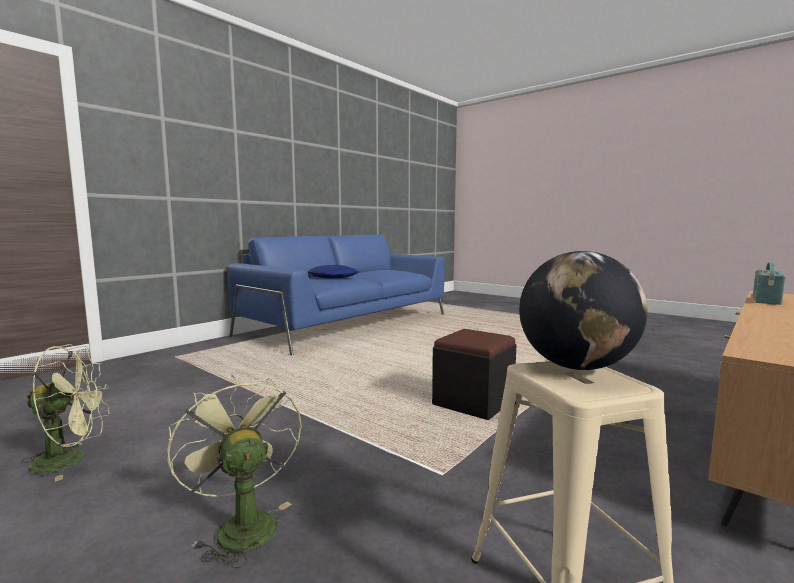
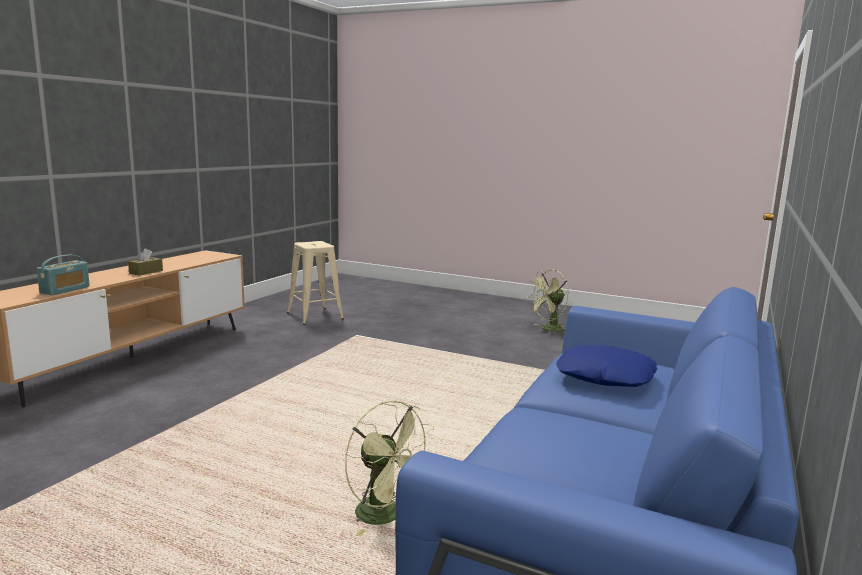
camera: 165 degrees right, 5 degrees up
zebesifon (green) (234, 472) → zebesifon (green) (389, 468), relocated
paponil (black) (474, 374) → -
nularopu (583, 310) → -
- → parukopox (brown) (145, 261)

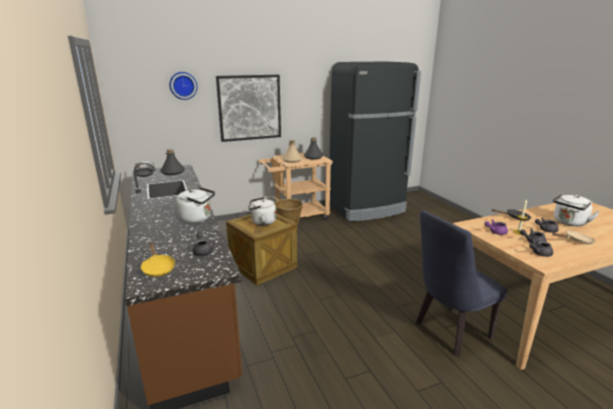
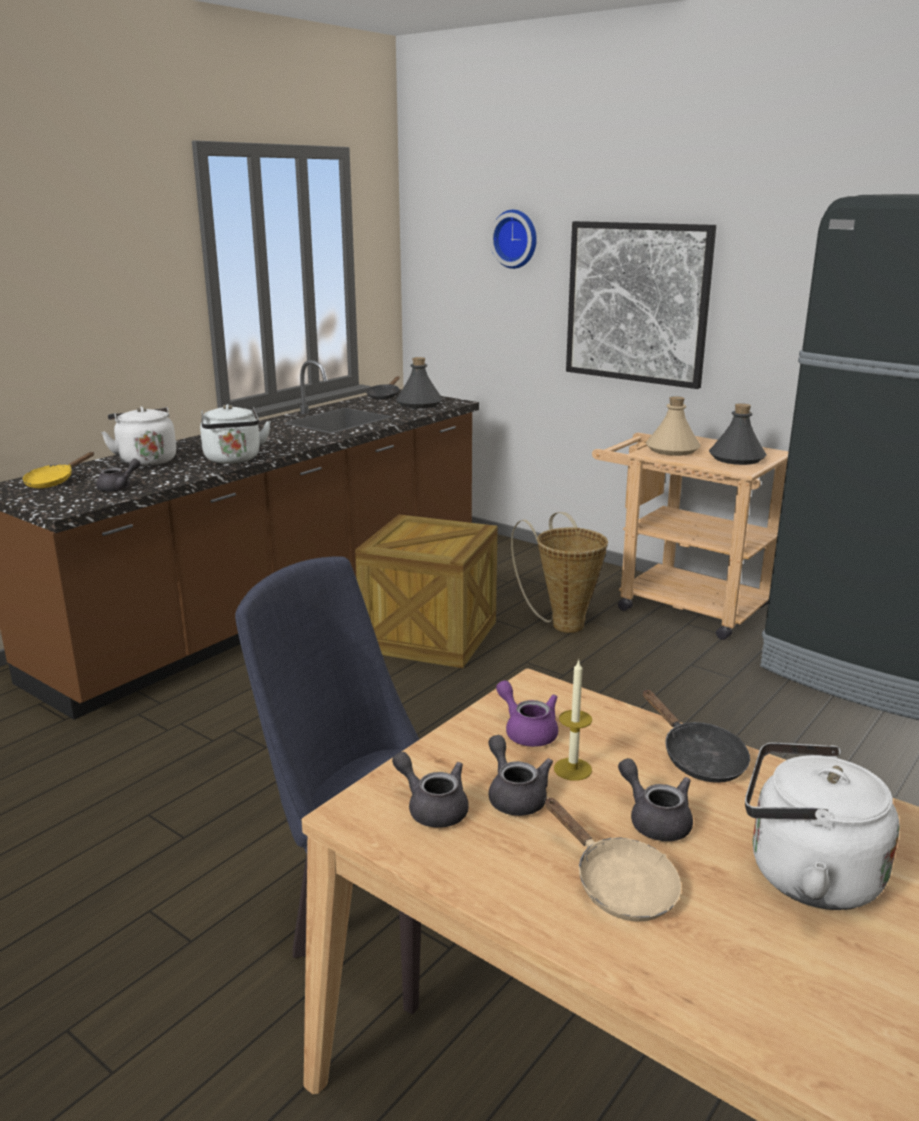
camera: 60 degrees right, 0 degrees up
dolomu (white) (262, 211) → dolomu (white) (138, 437), relocated

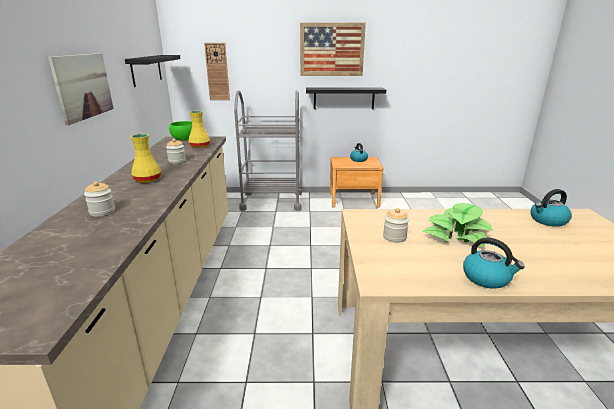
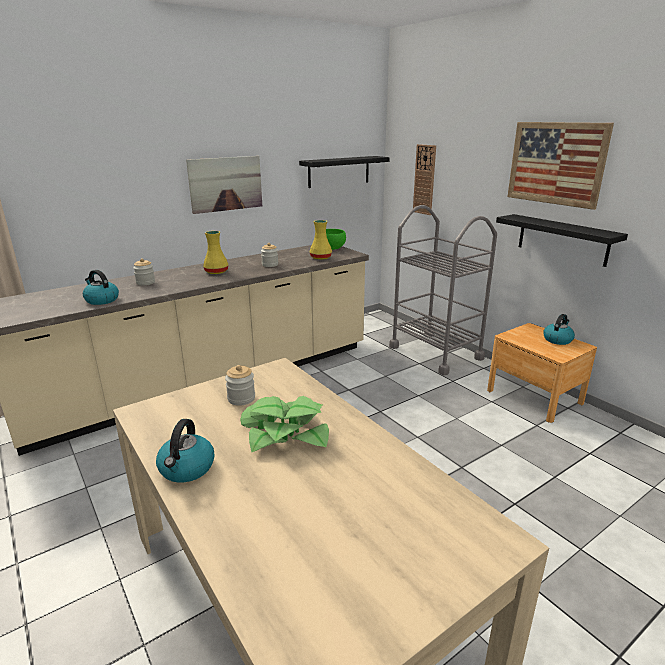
camera: 55 degrees right, 0 degrees up
dolomu (551, 208) → dolomu (101, 287), relocated

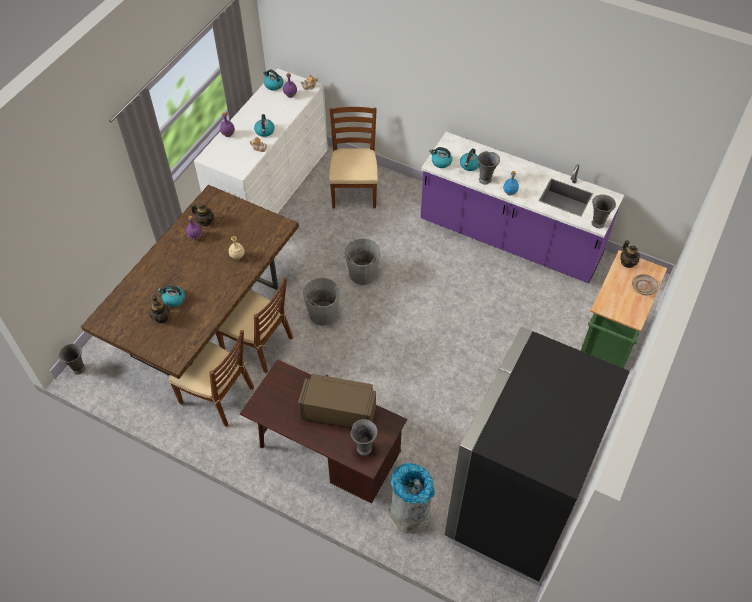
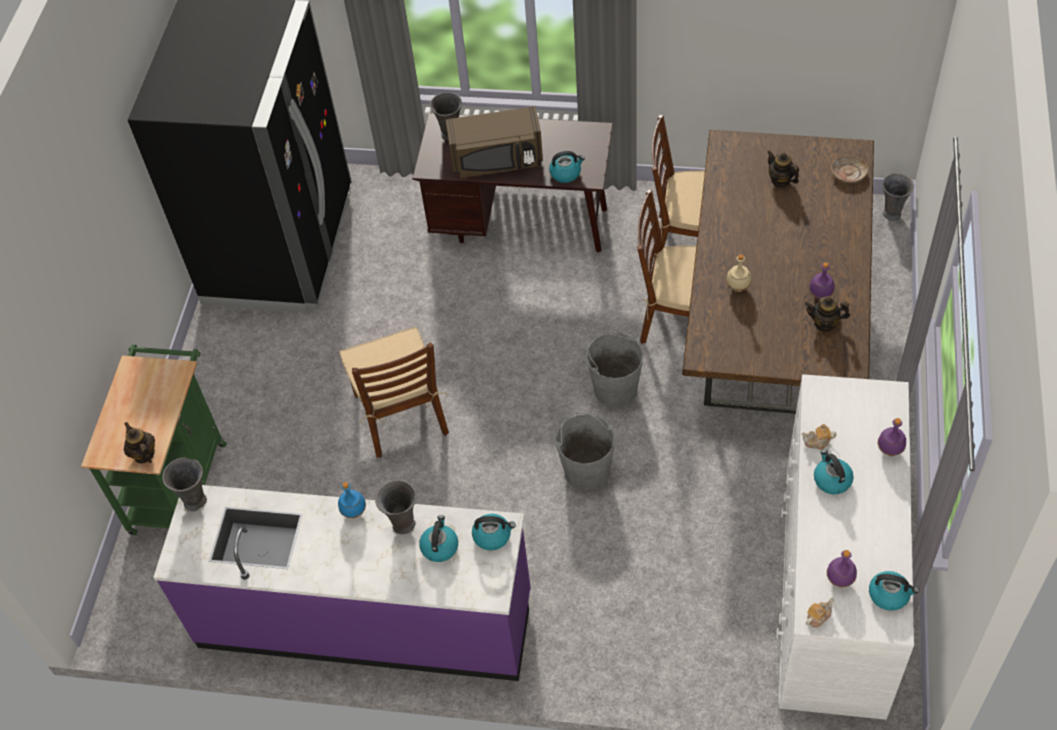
camera: 165 degrees right, 0 degrees up
dolomu (171, 296) → dolomu (567, 167), relocated
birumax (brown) (354, 158) → birumax (brown) (394, 392), relocated
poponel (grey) (411, 498) → -
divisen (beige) (645, 284) → divisen (beige) (849, 169), relocated

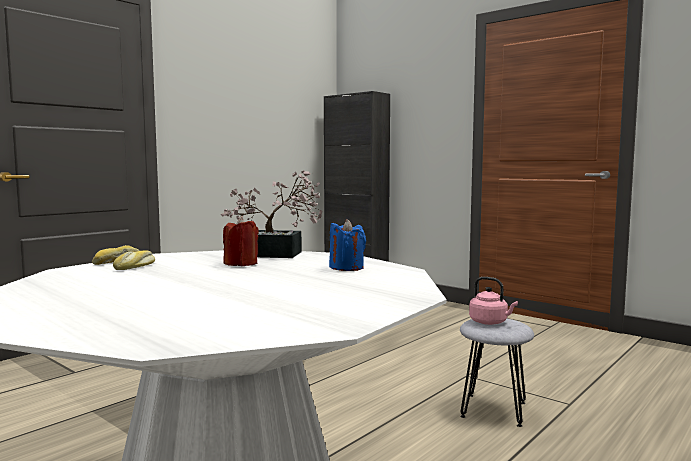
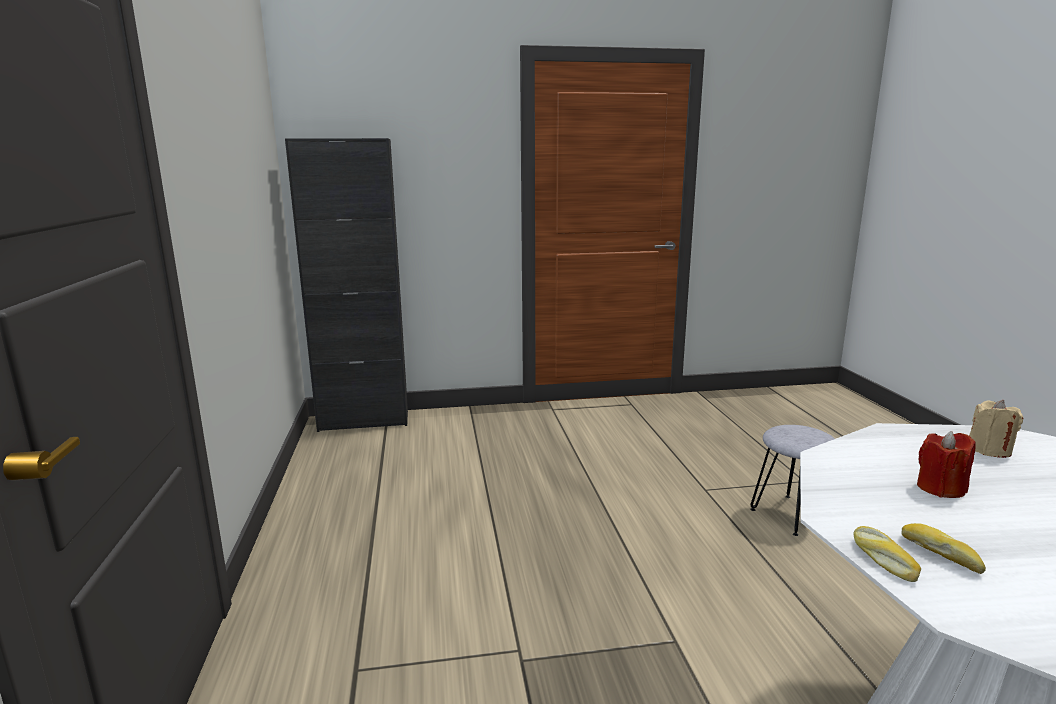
camera: 50 degrees left, 10 degrees up
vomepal (271, 214) → -
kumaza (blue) (347, 245) → kumaza (beige) (996, 429)
dolomu (pink) (493, 301) → -

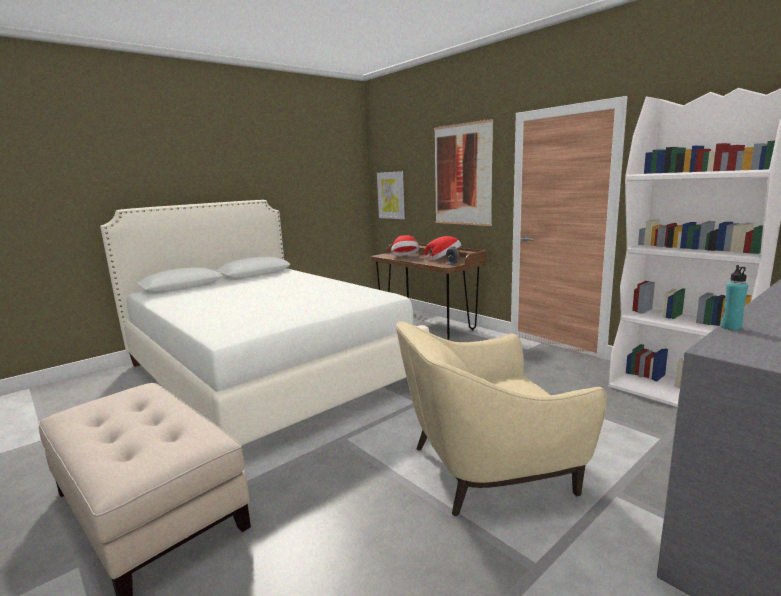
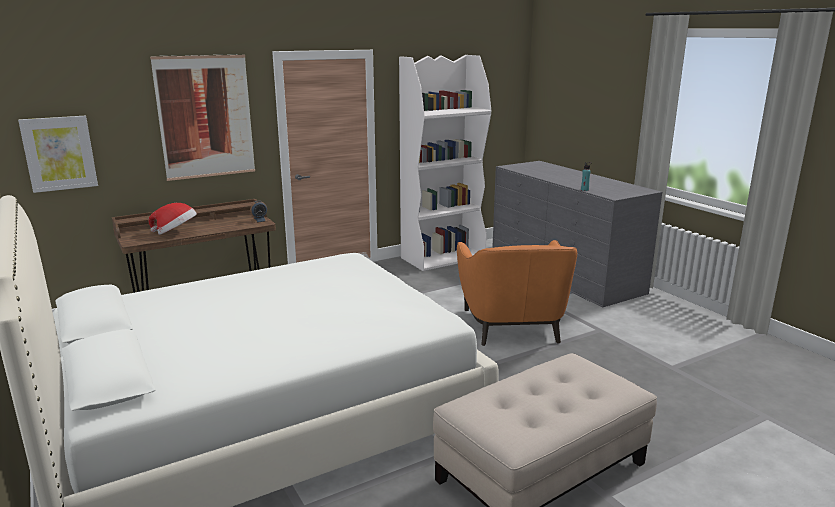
camera: 80 degrees left, 5 degrees up
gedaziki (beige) (501, 419) → gedaziki (orange) (517, 293)
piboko (443, 248) → -

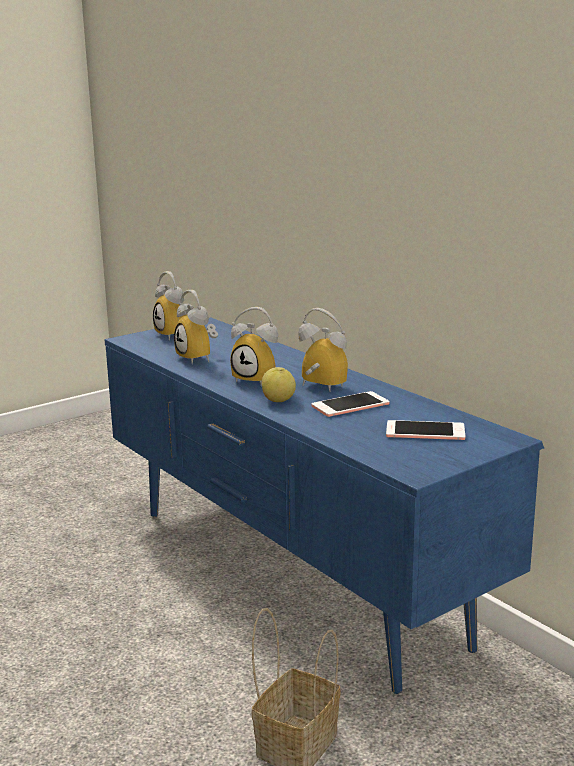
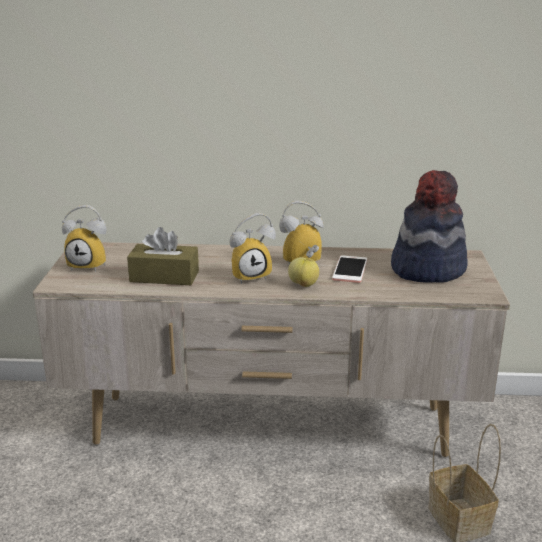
camera: 50 degrees left, 5 degrees up
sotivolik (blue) (324, 505) → sotivolik (beige) (271, 349)
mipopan (196, 327) → parukopox (brown) (163, 256)
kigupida (425, 430) → piboko (429, 226)

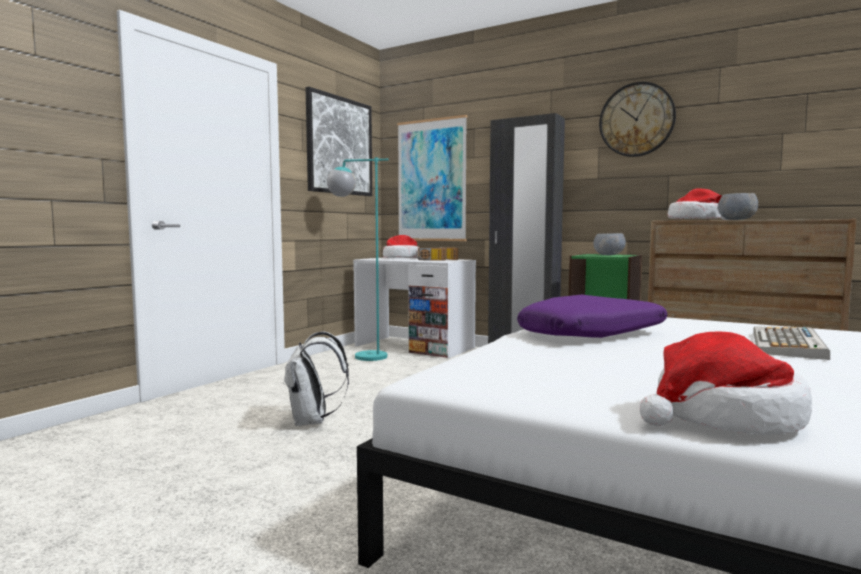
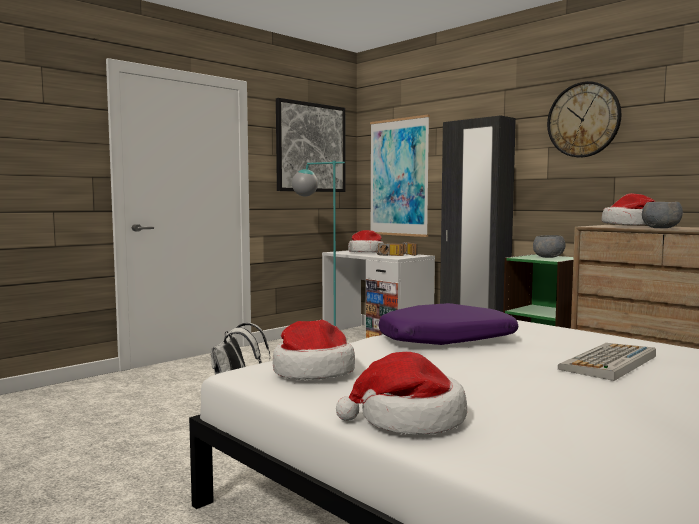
camera: 15 degrees right, 0 degrees up
- → piboko (314, 349)

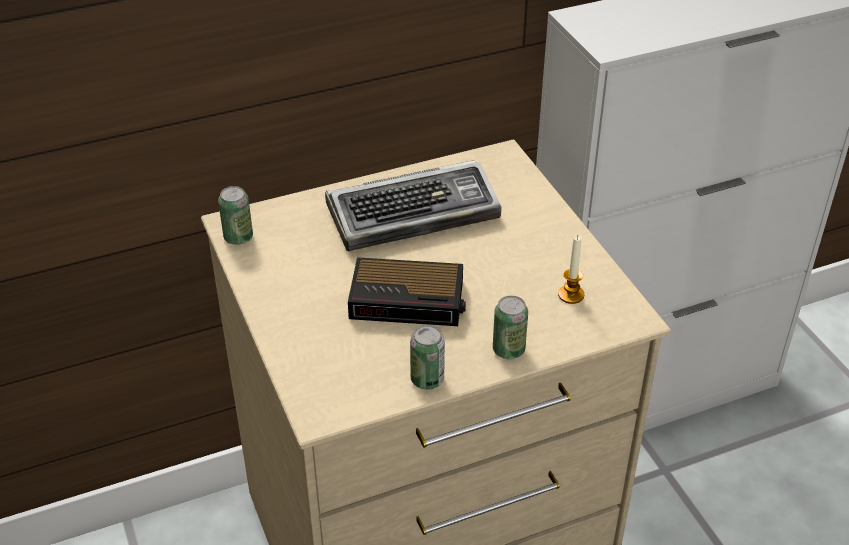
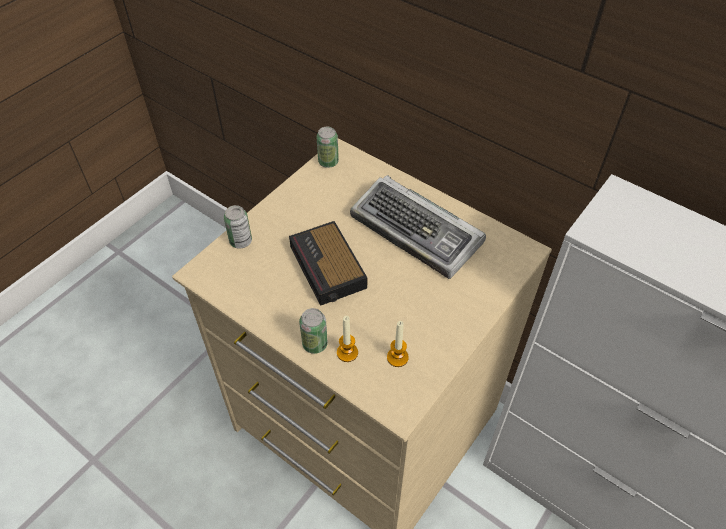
camera: 60 degrees right, 10 degrees up
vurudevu (427, 357) → vurudevu (238, 227), relocated
- → kumaza (347, 339)

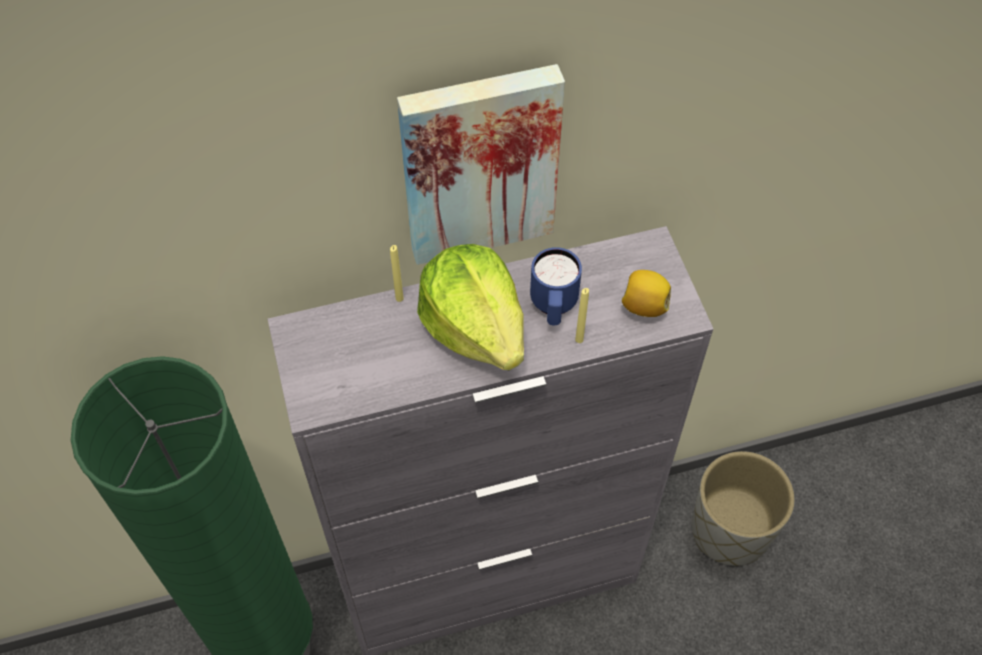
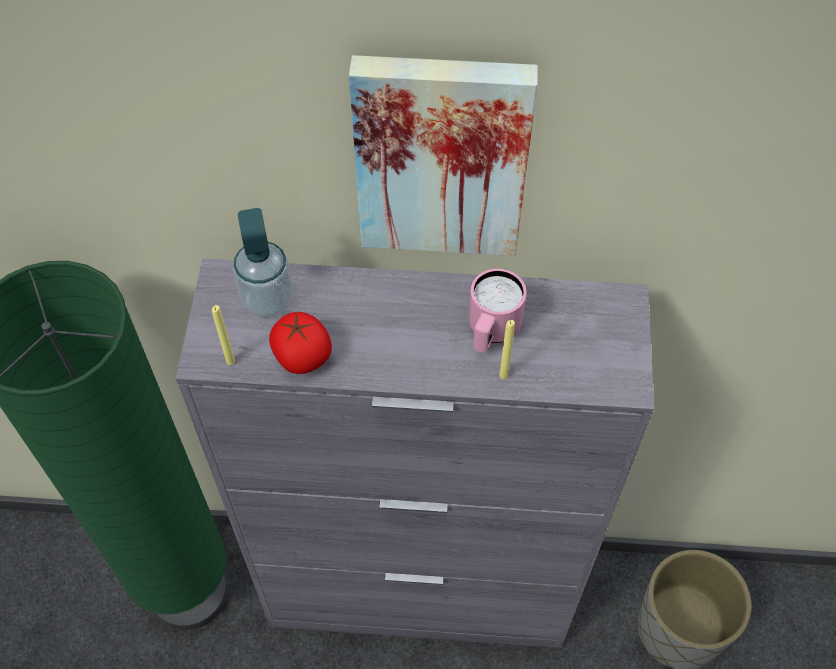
camera: 20 degrees right, 0 degrees up
kumaza (yellow) (397, 273) → kumaza (yellow) (223, 335), relocated
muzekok (470, 307) → -
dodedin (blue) (556, 286) → dodedin (pink) (497, 310)
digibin (646, 293) → -
- → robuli (263, 262)
- → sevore (300, 343)

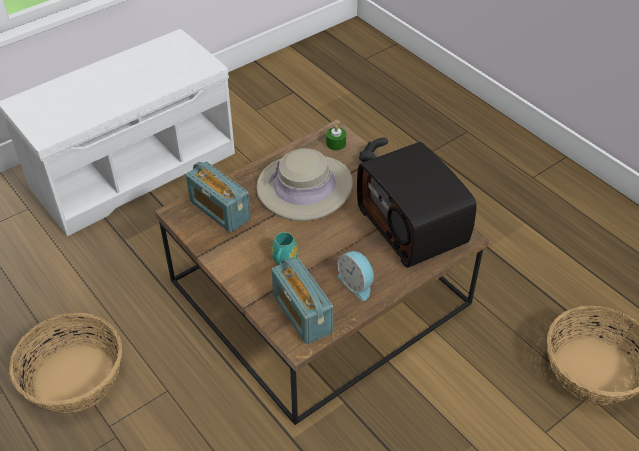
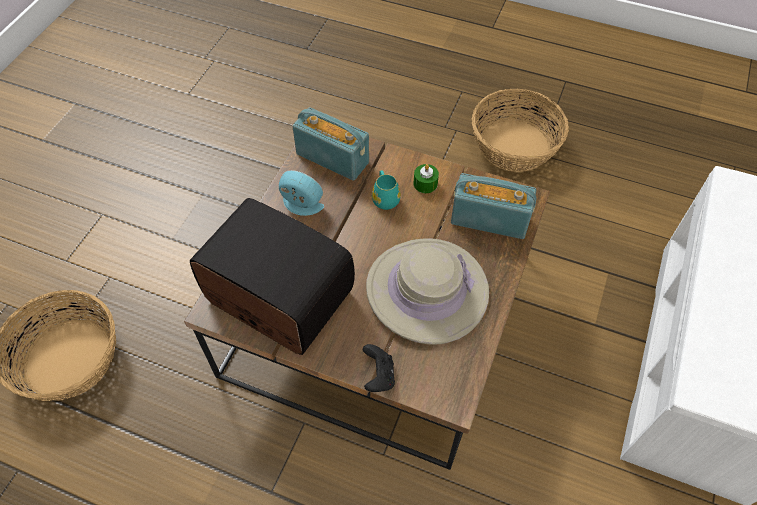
camera: 150 degrees right, 10 degrees up
kumaza (green) (336, 137) → kumaza (green) (426, 178), relocated

